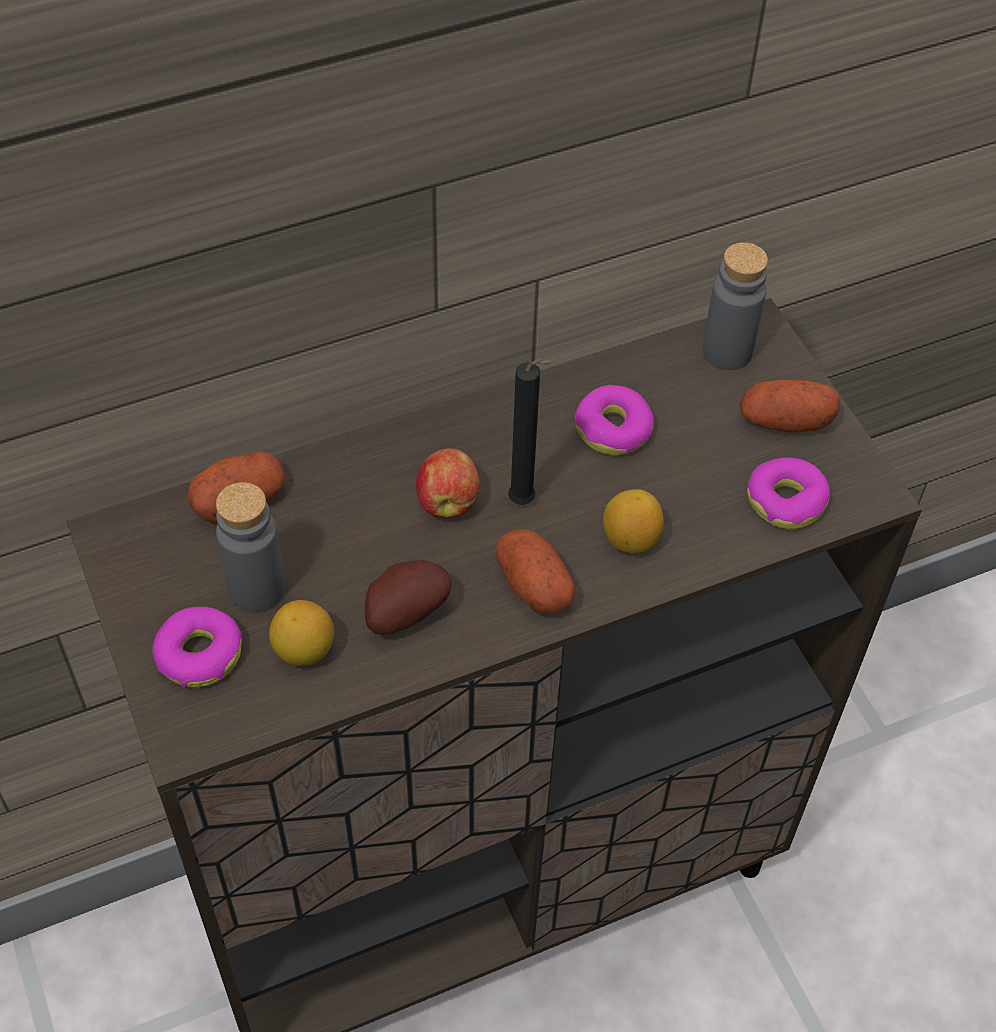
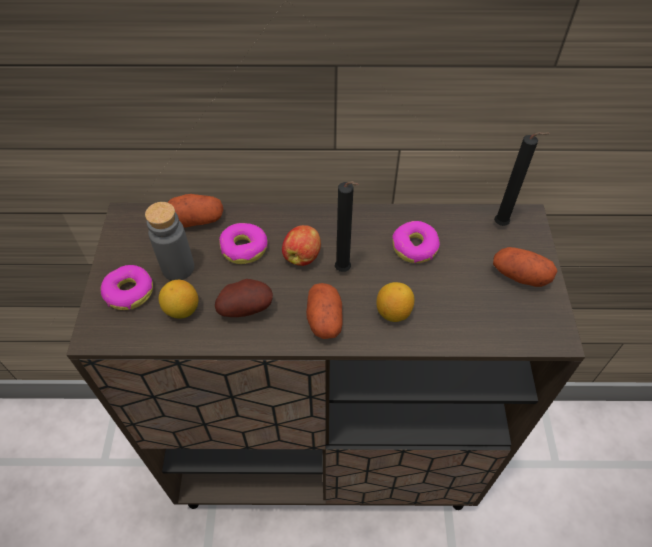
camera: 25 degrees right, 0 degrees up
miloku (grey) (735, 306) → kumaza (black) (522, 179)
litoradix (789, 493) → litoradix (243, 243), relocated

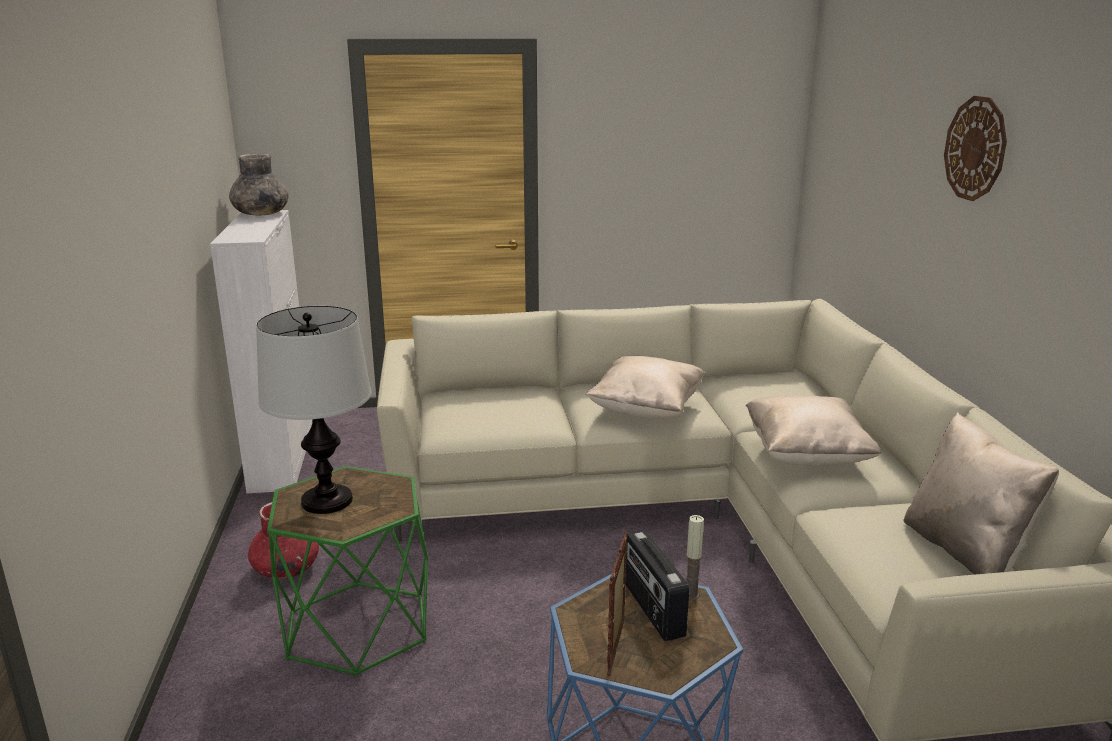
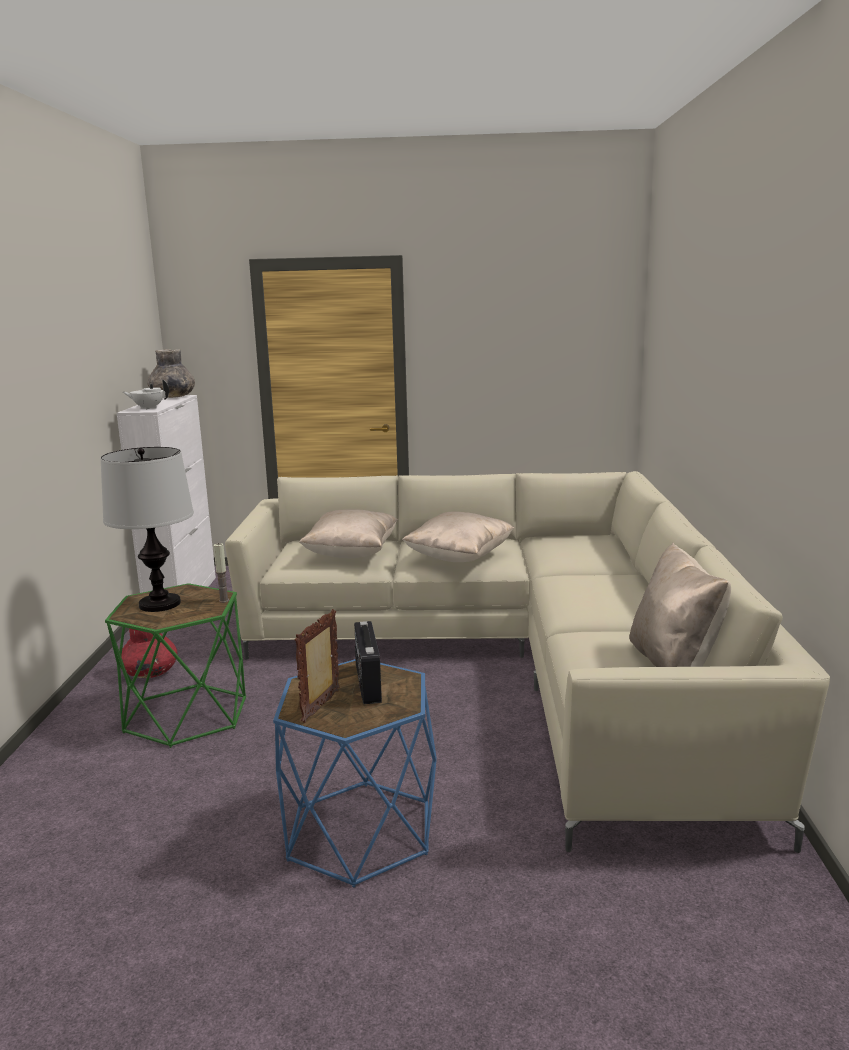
camera: 10 degrees right, 5 degrees down
kumaza (695, 557) → kumaza (221, 573), relocated
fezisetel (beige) (813, 431) → fezisetel (beige) (348, 533), relocated
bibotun (975, 148) → -
- → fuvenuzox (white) (146, 395)

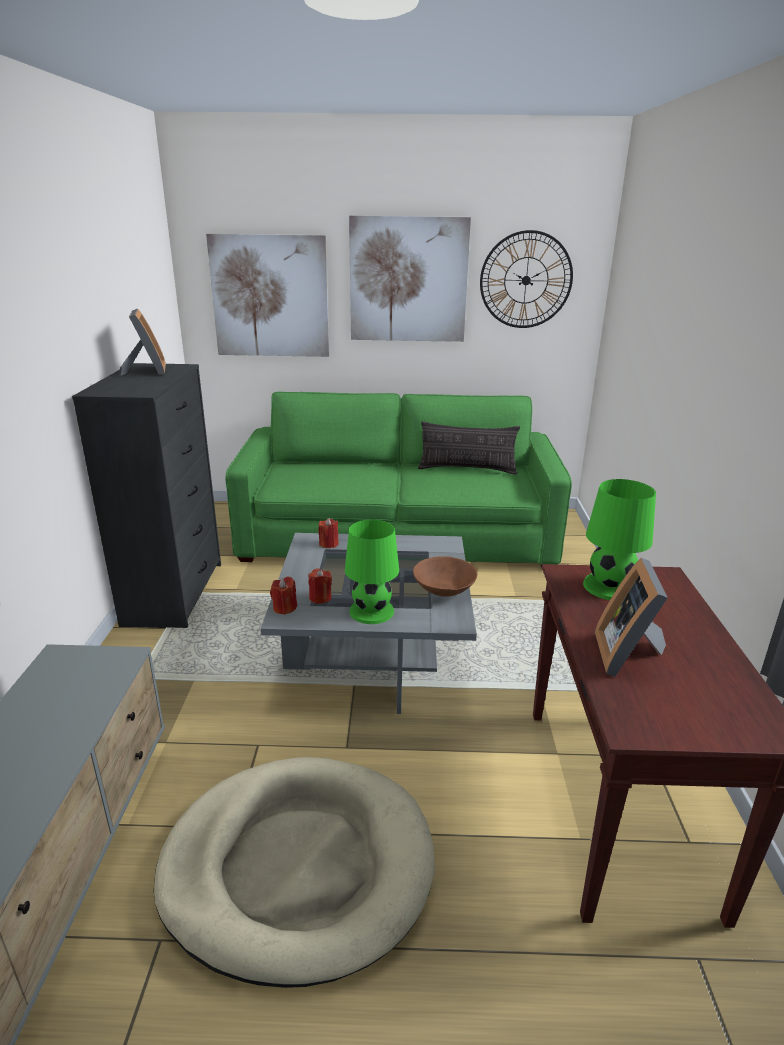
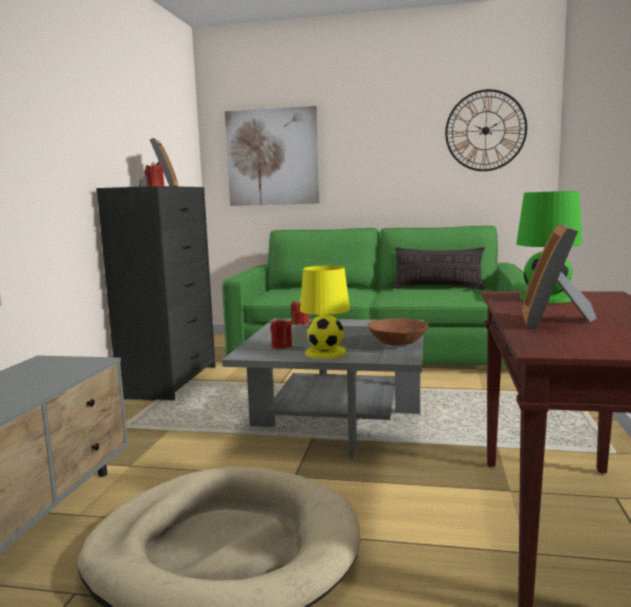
camera: 10 degrees right, 15 degrees down
kumaza (red) (283, 596) → kumaza (red) (154, 173), relocated
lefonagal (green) (372, 571) → lefonagal (yellow) (325, 312)
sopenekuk (410, 279) → -

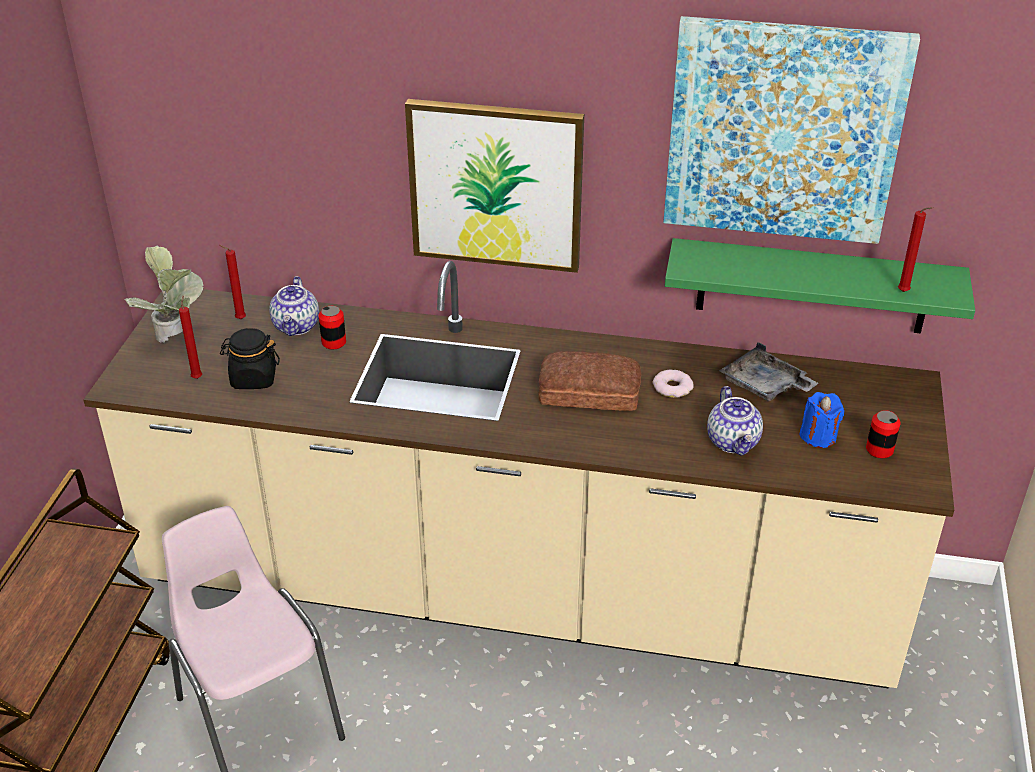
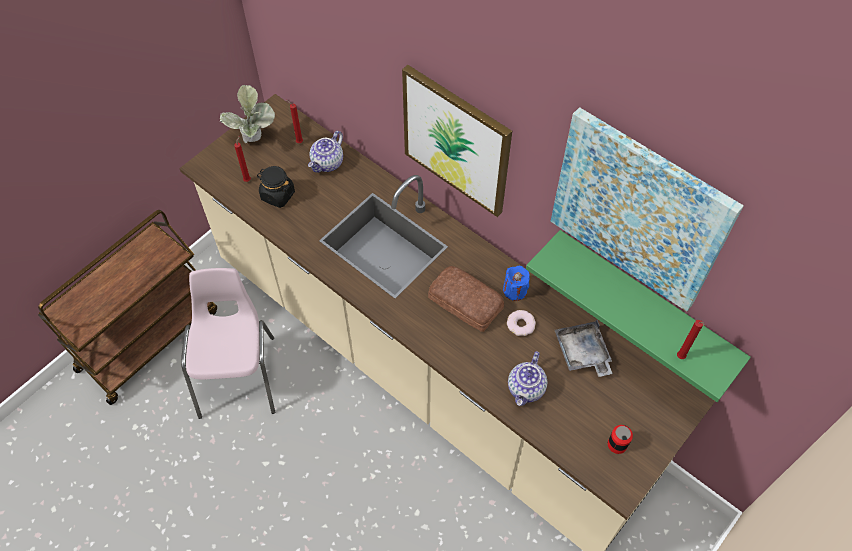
camera: 30 degrees right, 20 degrees up
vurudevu (332, 327) → -
kumaza (blue) (821, 420) → kumaza (blue) (516, 283), relocated

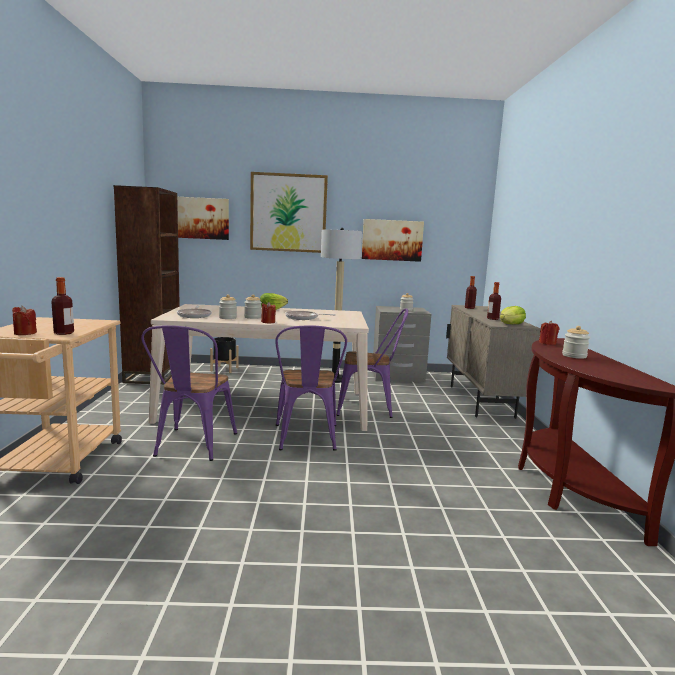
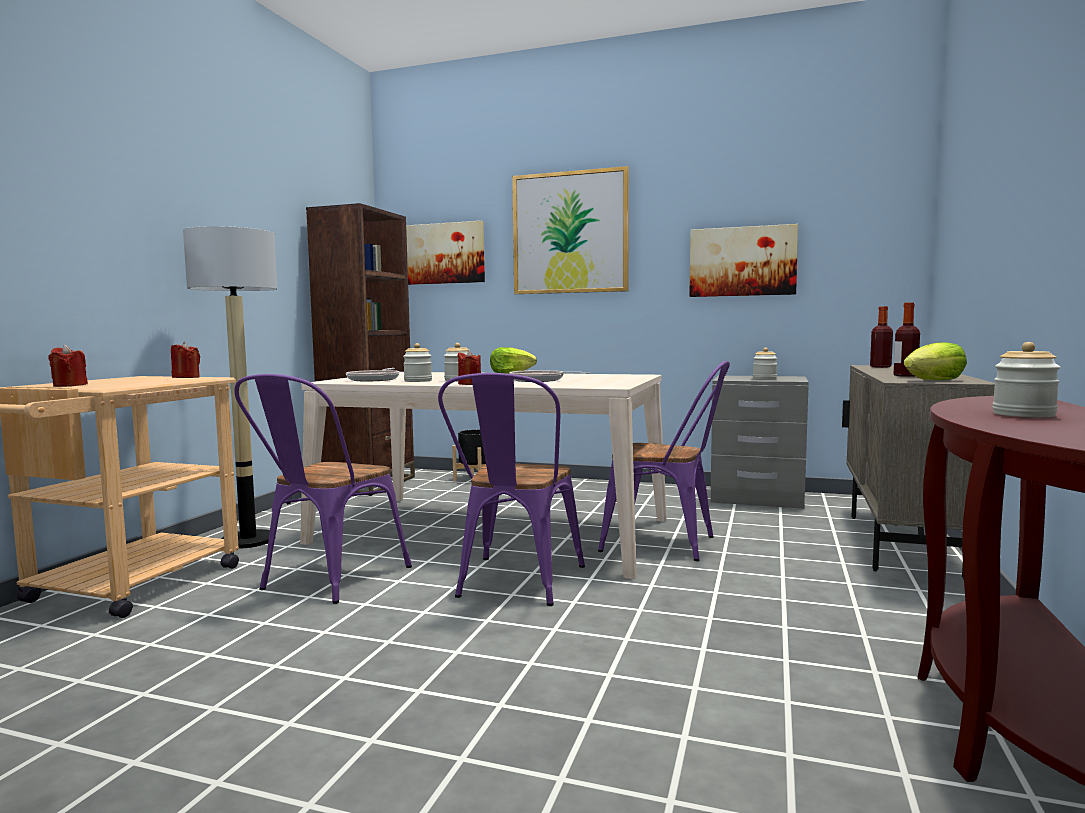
camera: 20 degrees right, 5 degrees down
miloku (62, 306) → -
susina (341, 305) → susina (230, 387), relocated
kumaza (red) (549, 333) → kumaza (red) (185, 360), relocated

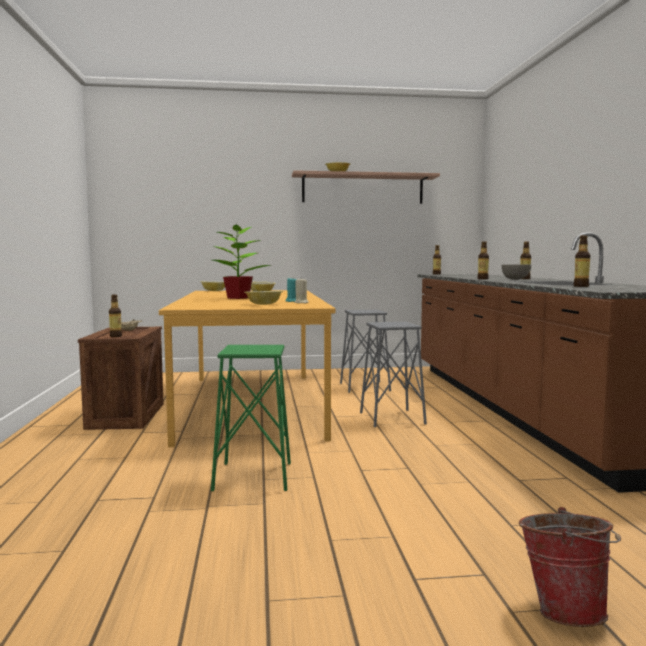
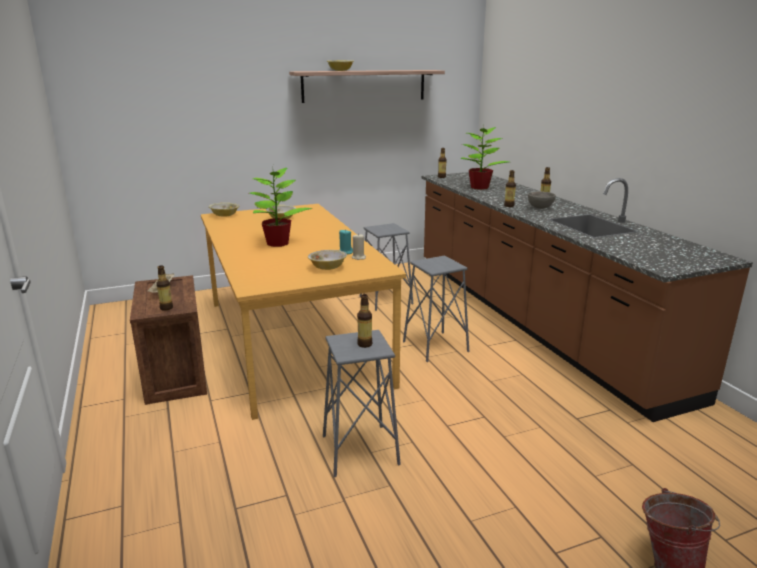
camera: 15 degrees left, 15 degrees up
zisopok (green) (251, 418) → zisopok (grey) (362, 403)
miloku (582, 261) → miloku (365, 321), relocated
- → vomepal (484, 158)

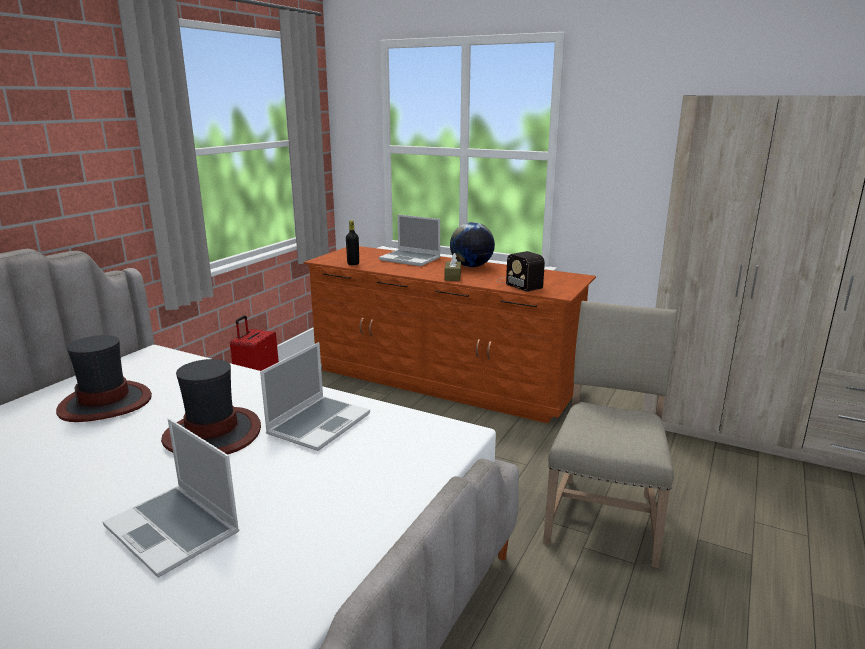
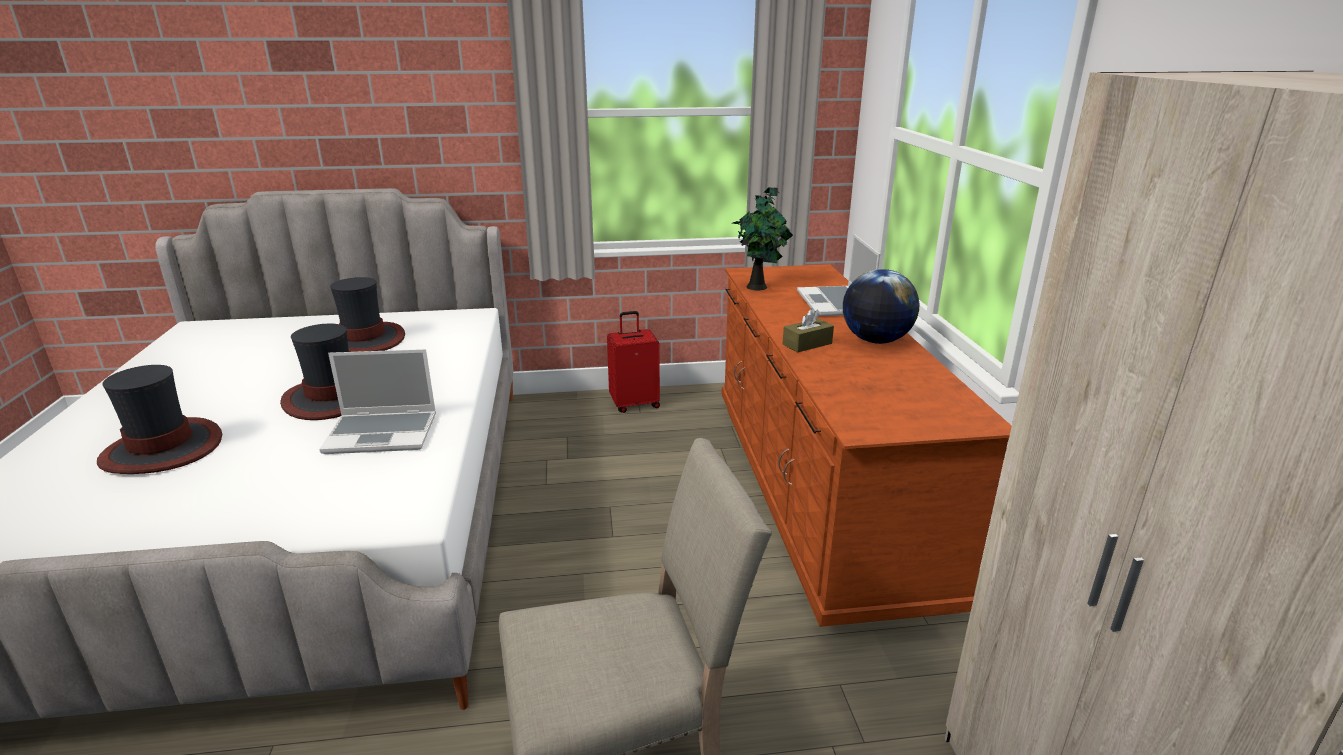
camera: 55 degrees right, 5 degrees up
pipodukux (171, 498) → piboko (159, 419)
miloku (black) (352, 242) → vomepal (762, 238)
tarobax (520, 271) → -

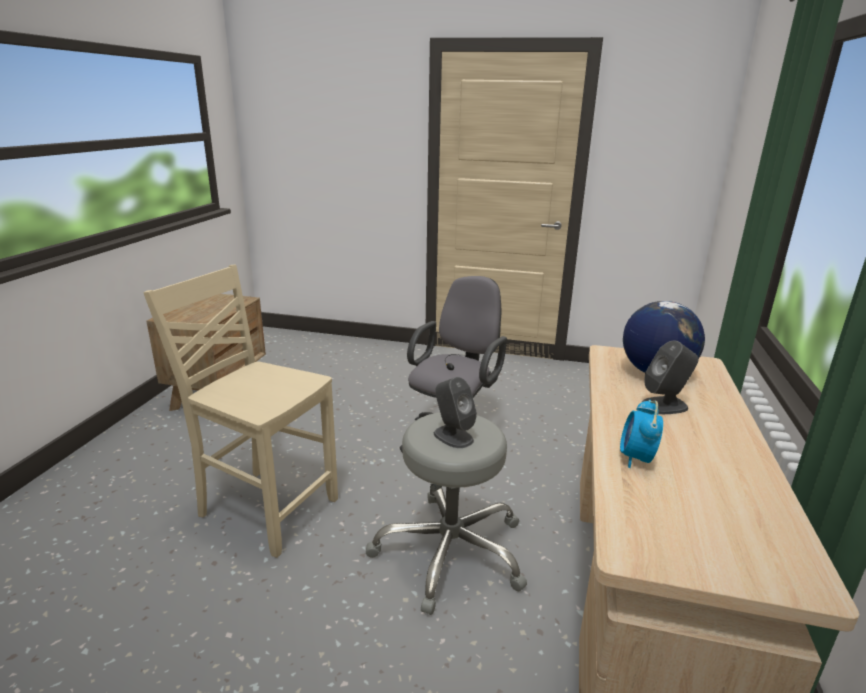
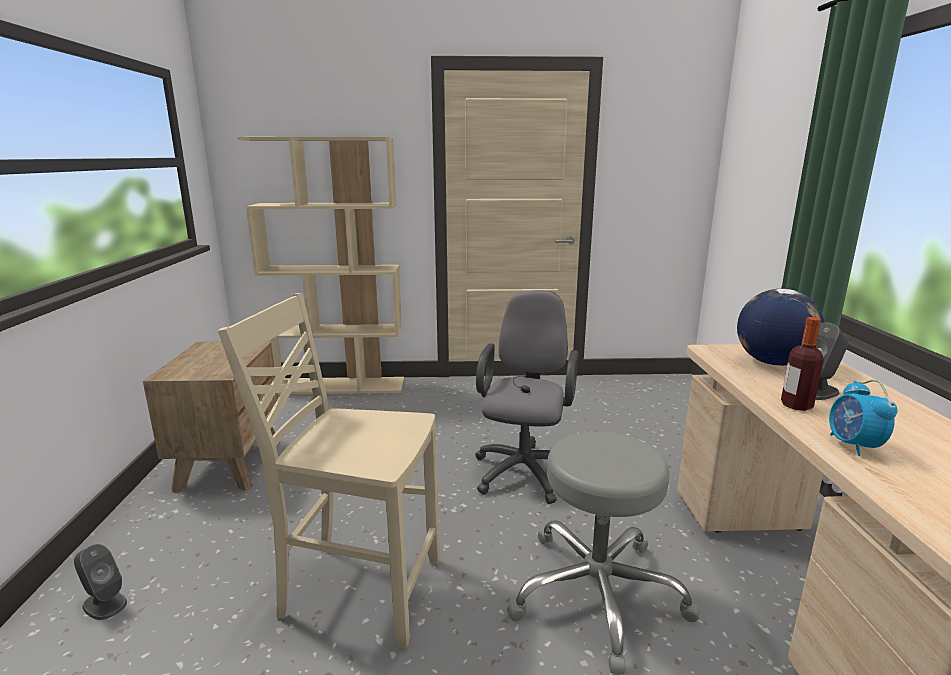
camera: 15 degrees left, 5 degrees down
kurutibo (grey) (455, 412) → kurutibo (grey) (100, 582), relocated
- → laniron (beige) (320, 266)
- → miloku (802, 364)

